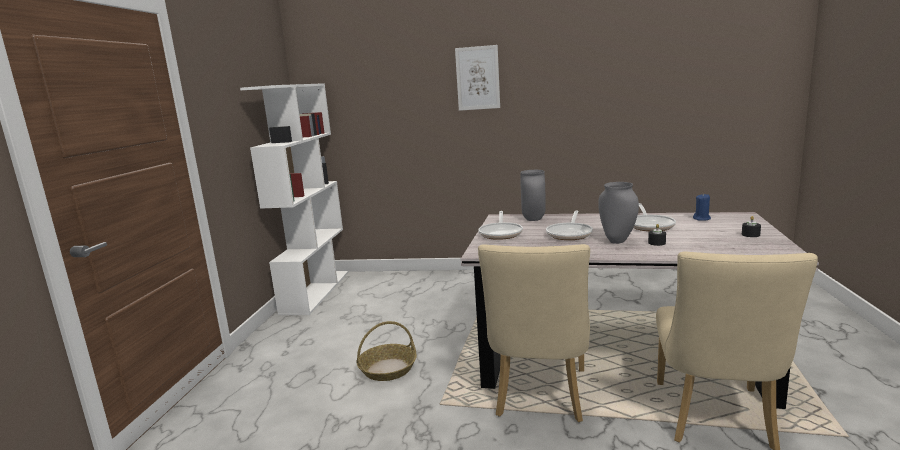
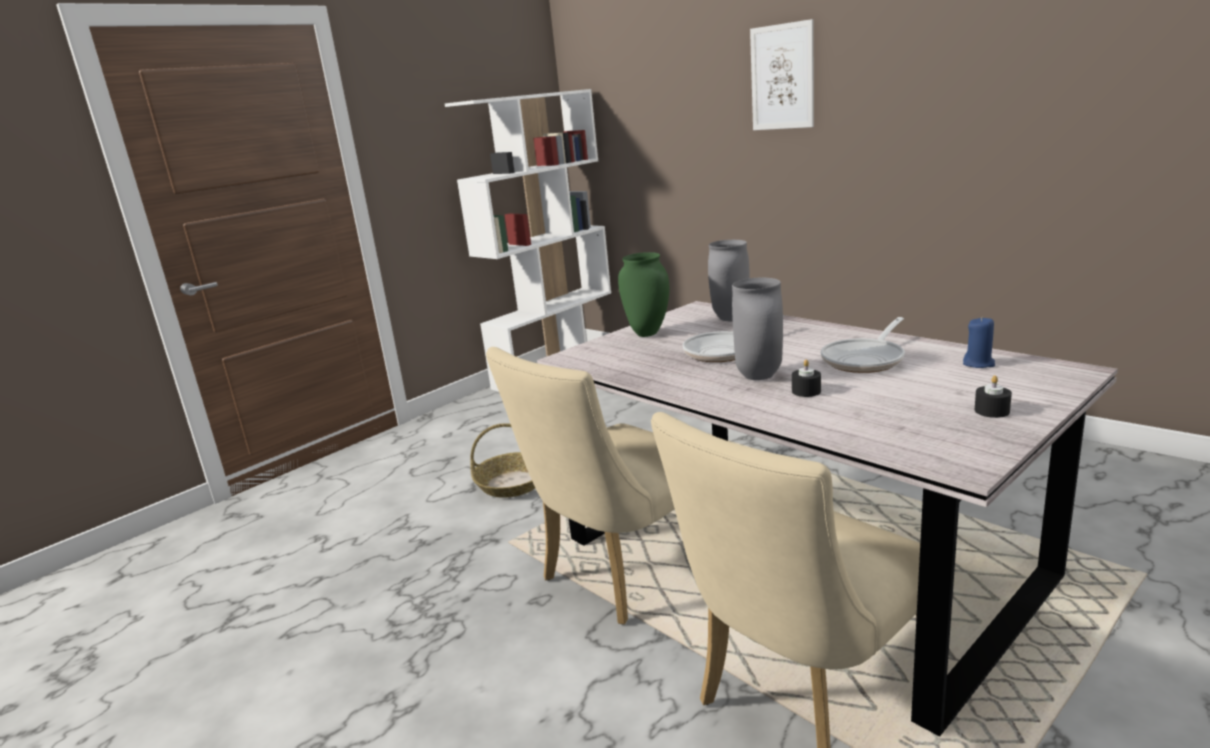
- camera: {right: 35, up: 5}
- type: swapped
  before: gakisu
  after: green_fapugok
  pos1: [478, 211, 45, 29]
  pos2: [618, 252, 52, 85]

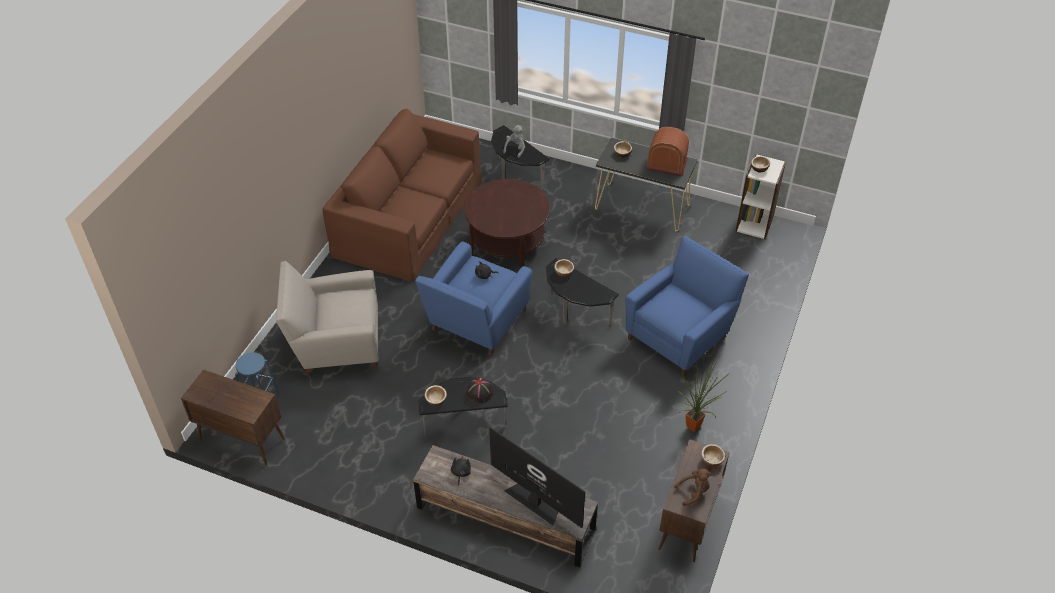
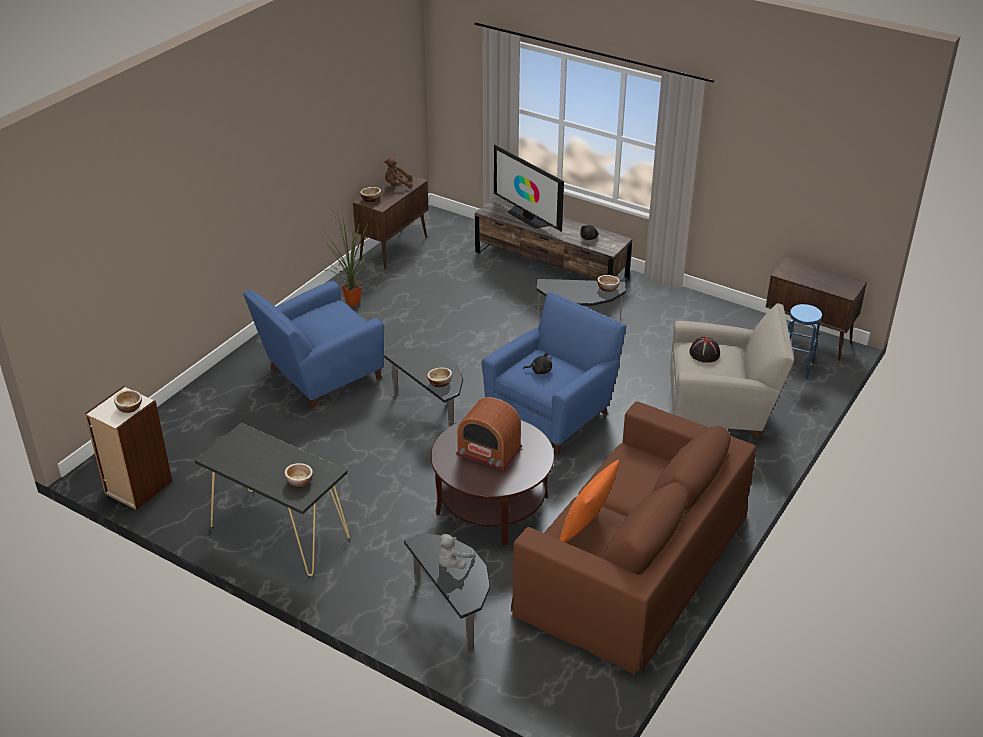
- camera: {right: -170, up: -10}
- type: shifted
  before: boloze
  pos1: [646, 127, 43, 49]
  pos2: [456, 397, 66, 74]
- type: shifted
  before: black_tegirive
  pos1: [466, 378, 28, 25]
  pos2: [690, 337, 30, 26]
- type: new
  after: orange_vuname
  pos2: [560, 460, 59, 82]

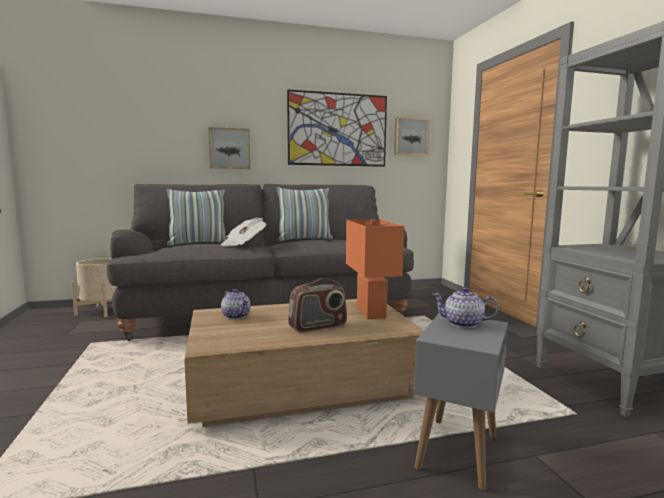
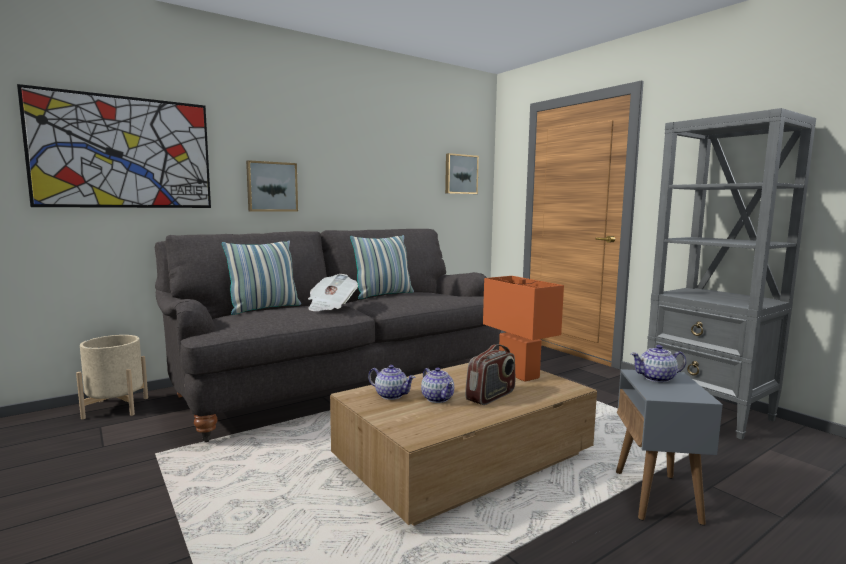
- camera: {right: -20, up: 0}
- type: shifted
  before: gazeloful
  pos1: [287, 89, 100, 78]
  pos2: [17, 84, 194, 124]
- type: new
  after: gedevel
  pos2: [421, 368, 33, 35]

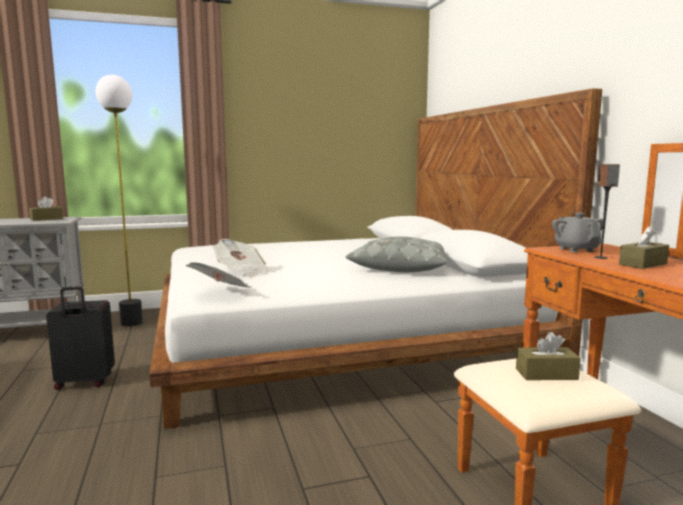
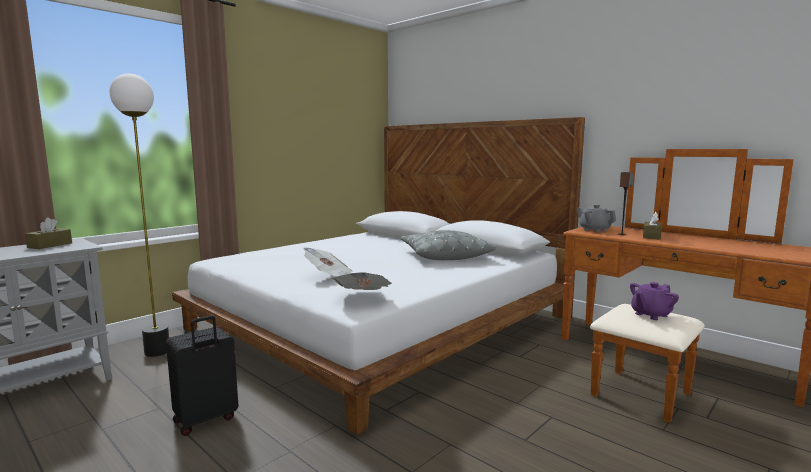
- camera: {right: -30, up: 0}
- type: swapped
  before: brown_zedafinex
  after: purple_gedevel
  pos1: [516, 332, 65, 48]
  pos2: [630, 282, 49, 38]

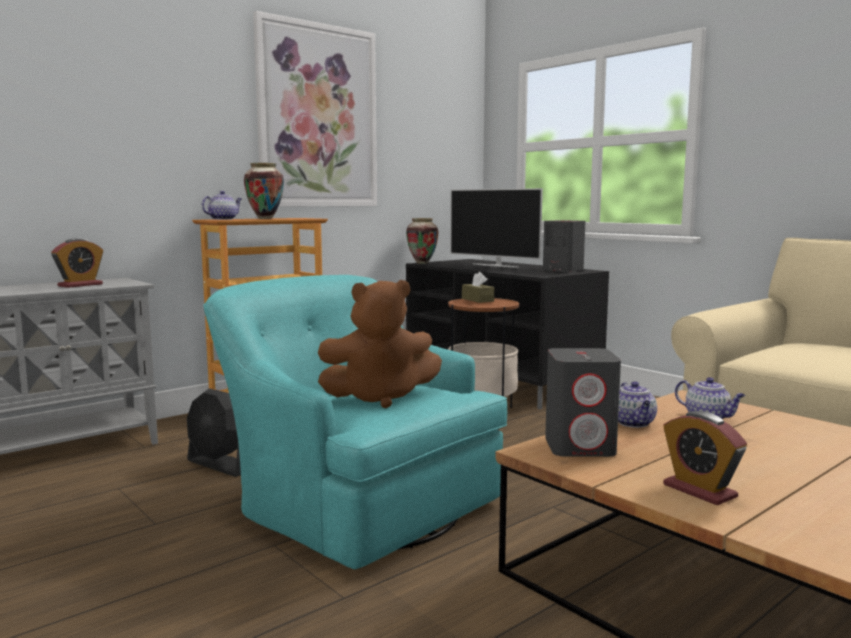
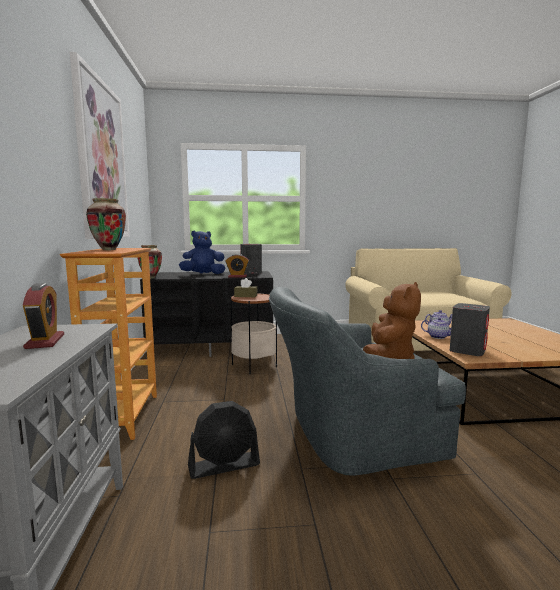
- camera: {right: -55, up: 0}
- type: swapped
  before: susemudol
  after: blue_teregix
  pos1: [450, 188, 93, 80]
  pos2: [179, 230, 47, 44]
- type: gone
  before: gedevel
  pos1: [202, 191, 40, 29]
- type: repainted
  before: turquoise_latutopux
  after: grey_latutopux
  pos1: [203, 275, 304, 295]
  pos2: [269, 287, 197, 189]
- type: shifted
  before: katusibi
  pos1: [663, 411, 84, 94]
  pos2: [225, 254, 24, 23]

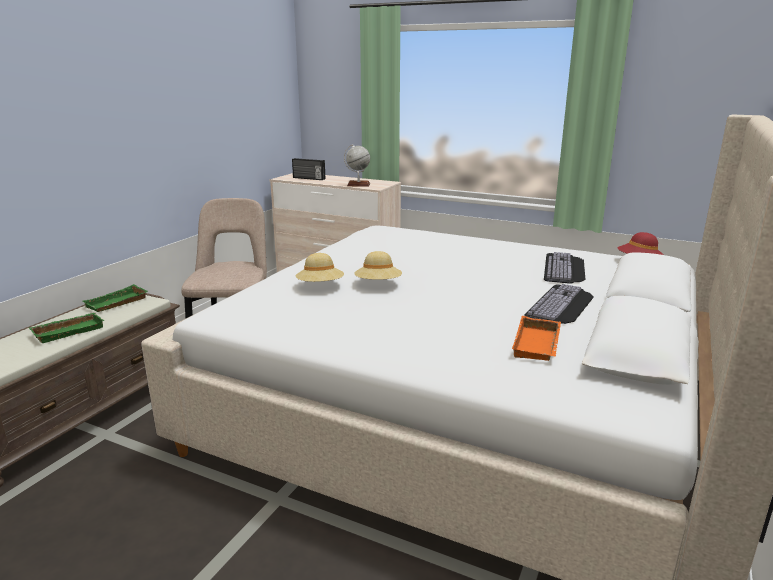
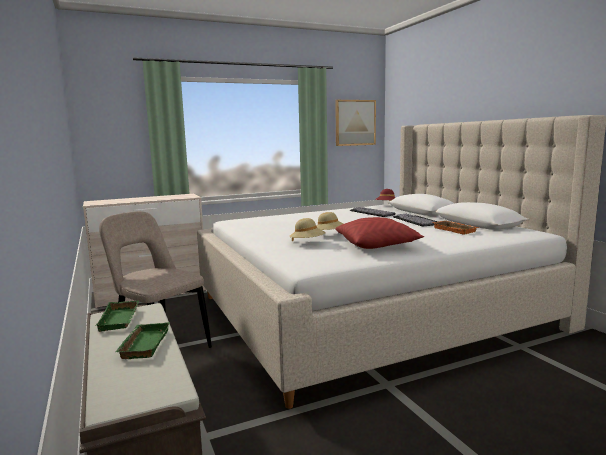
- camera: {right: -50, up: -10}
- type: gone
  before: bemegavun
  pos1: [344, 144, 26, 42]
- type: gone
  before: boloze
  pos1: [292, 158, 33, 22]
- type: new
  after: gazeloful
  pos2: [335, 100, 41, 46]
- type: new
  after: red_vuname
  pos2: [335, 217, 89, 32]

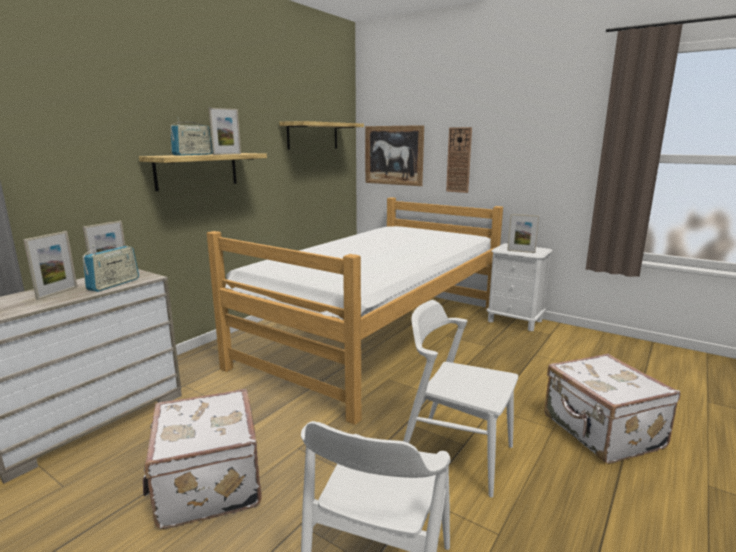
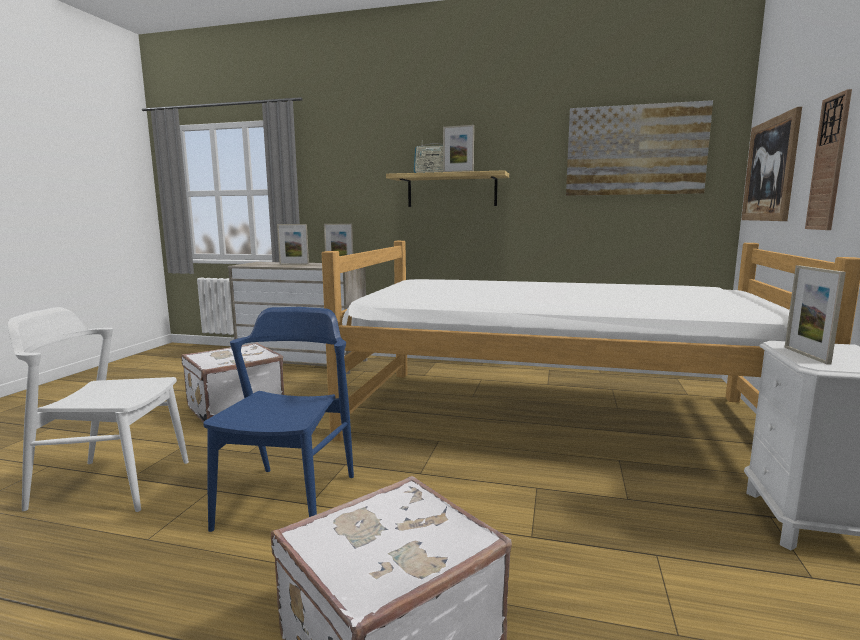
- camera: {right: 70, up: -5}
- type: swapped
  before: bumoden
  after: gazeloful
  pos1: [279, 121, 85, 29]
  pos2: [566, 100, 147, 96]
- type: gone
  before: boloze
  pos1: [83, 245, 56, 47]
- type: repainted
  before: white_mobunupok
  after: blue_mobunupok
  pos1: [404, 300, 114, 198]
  pos2: [203, 307, 151, 225]

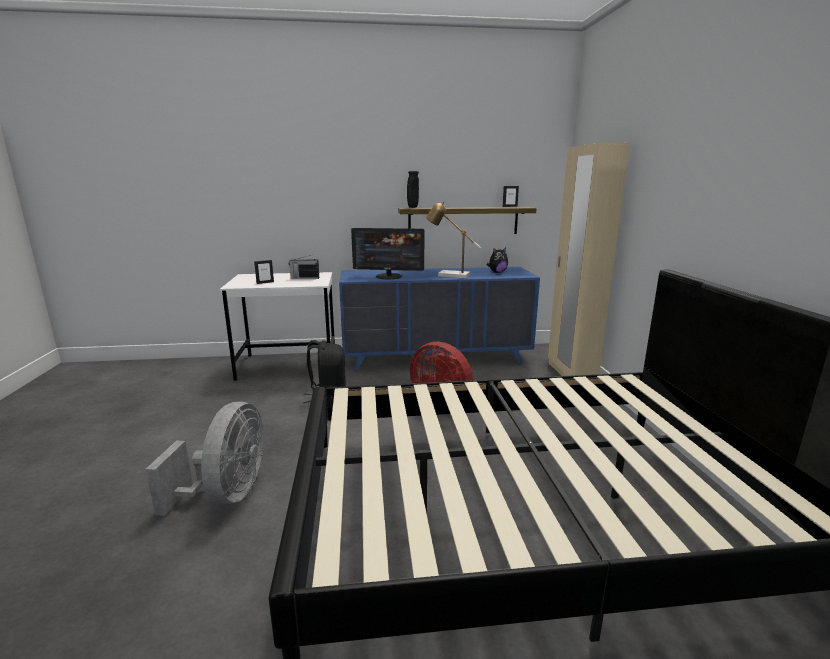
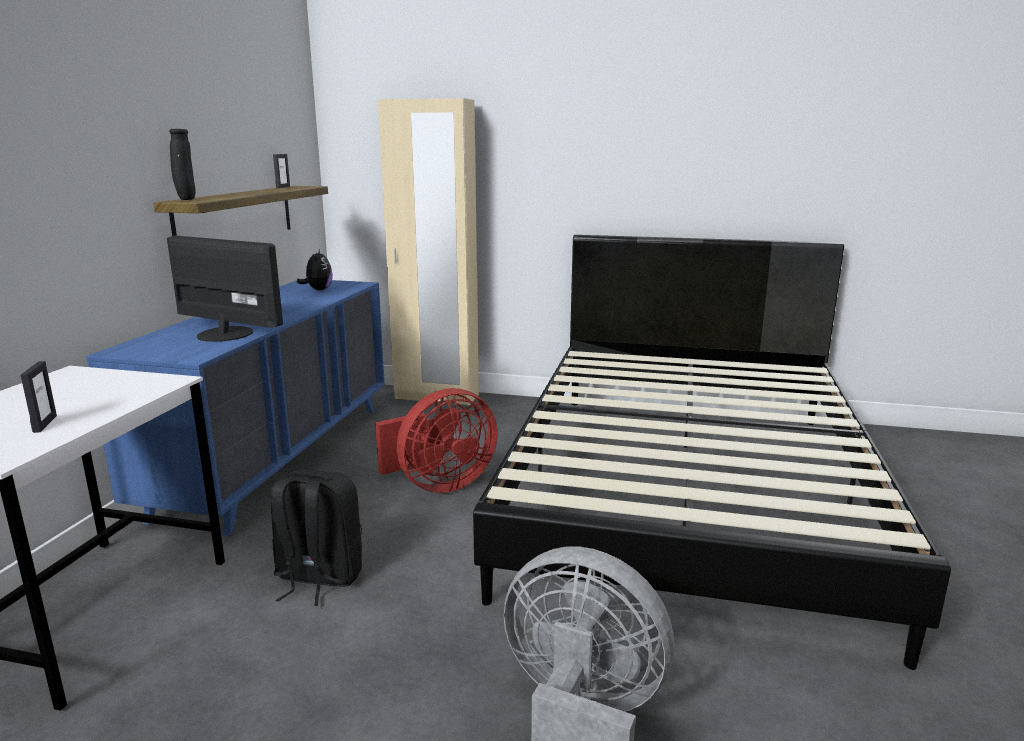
- camera: {right: -70, up: 0}
- type: gone
  before: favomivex
  pos1: [426, 201, 55, 77]
- type: rotated
  before: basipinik
  pos1: [351, 228, 73, 51]
  pos2: [167, 236, 116, 106]
  turn: -90
- type: gone
  before: boloze
  pos1: [289, 255, 30, 24]

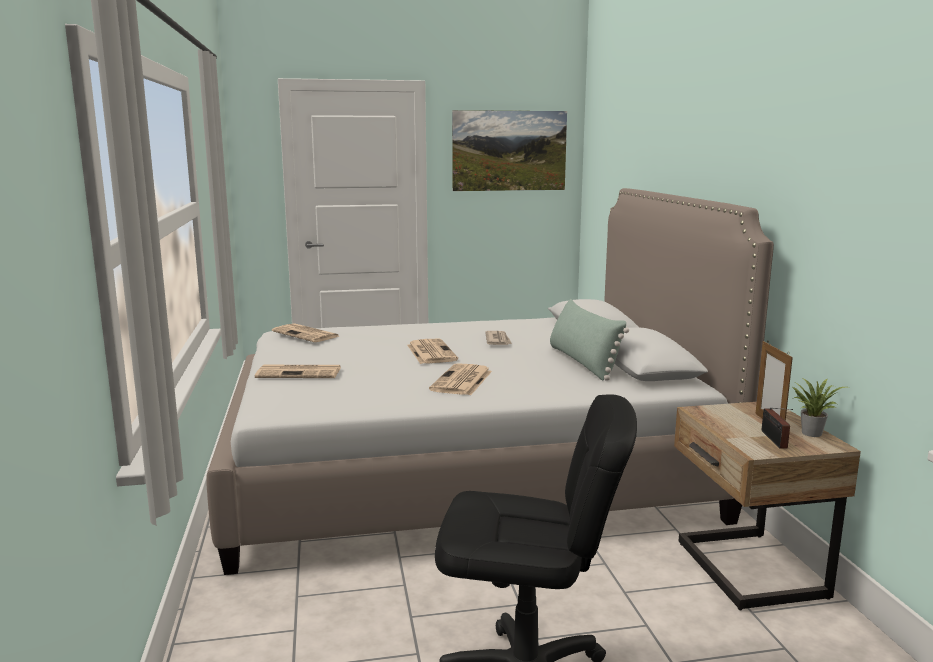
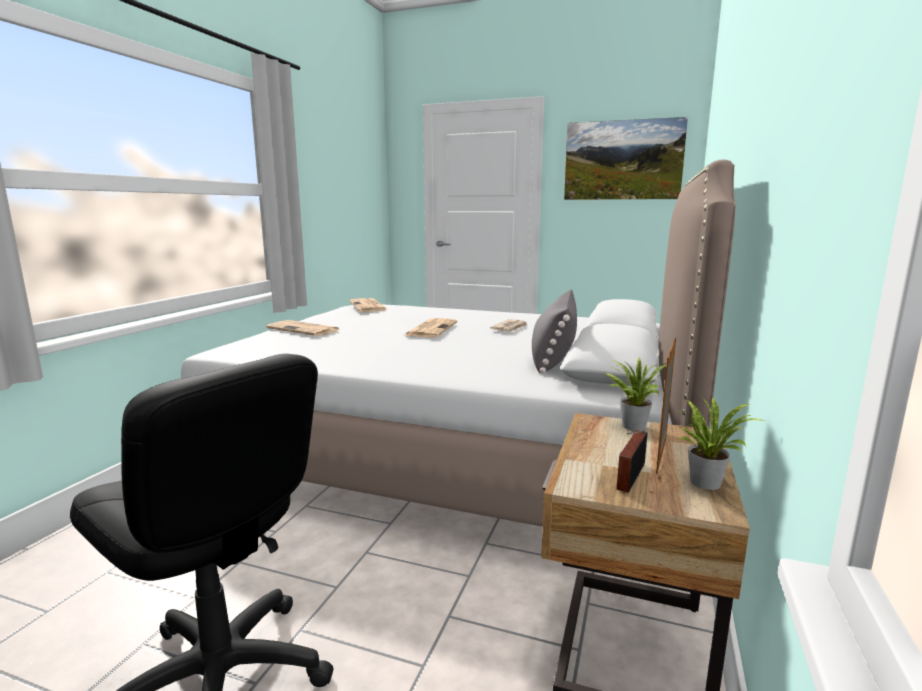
- camera: {right: 30, up: 0}
- type: repainted
  before: green_vuname
  after: grey_vuname
  pos1: [550, 299, 79, 82]
  pos2: [532, 289, 45, 85]
- type: gone
  before: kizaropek
  pos1: [429, 363, 63, 32]
- type: new
  after: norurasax
  pos2: [605, 358, 62, 73]

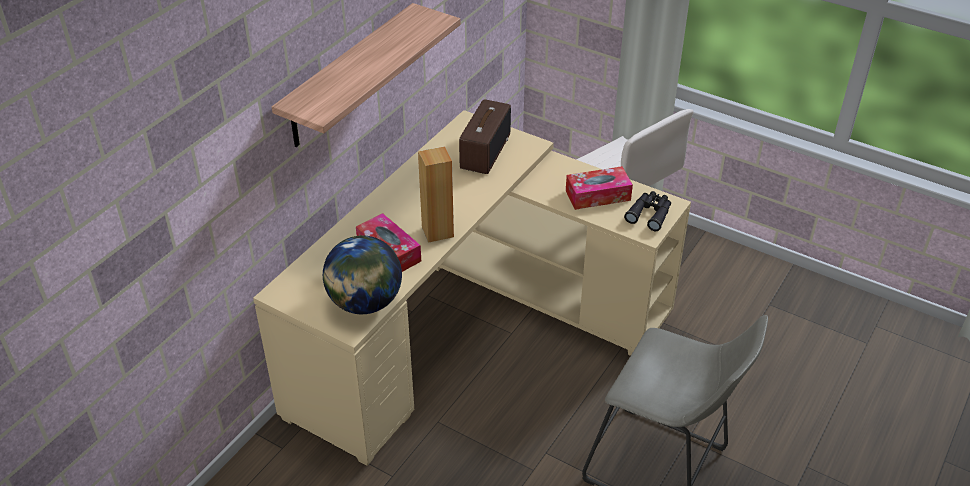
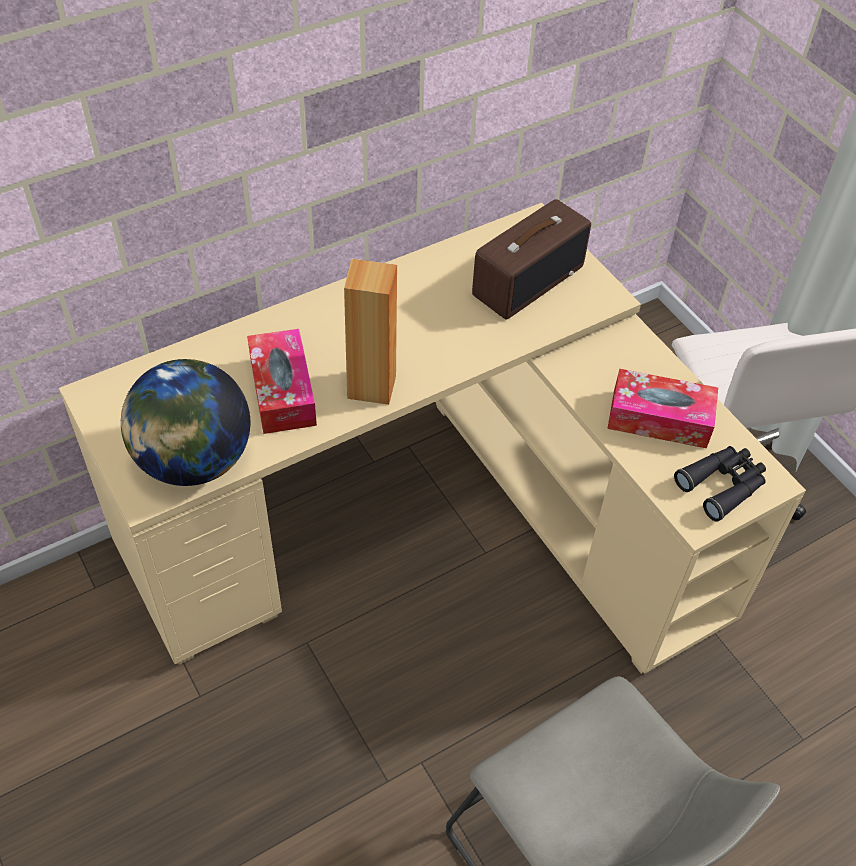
- camera: {right: 25, up: 10}
- type: gone
  before: bumoden
  pos1: [272, 3, 189, 144]

